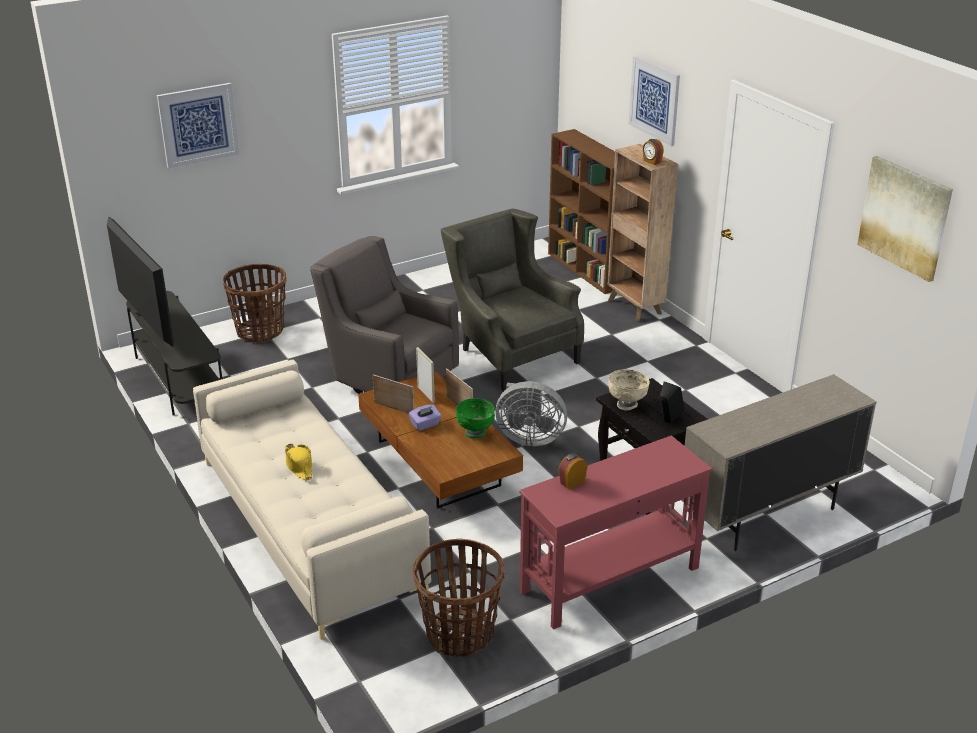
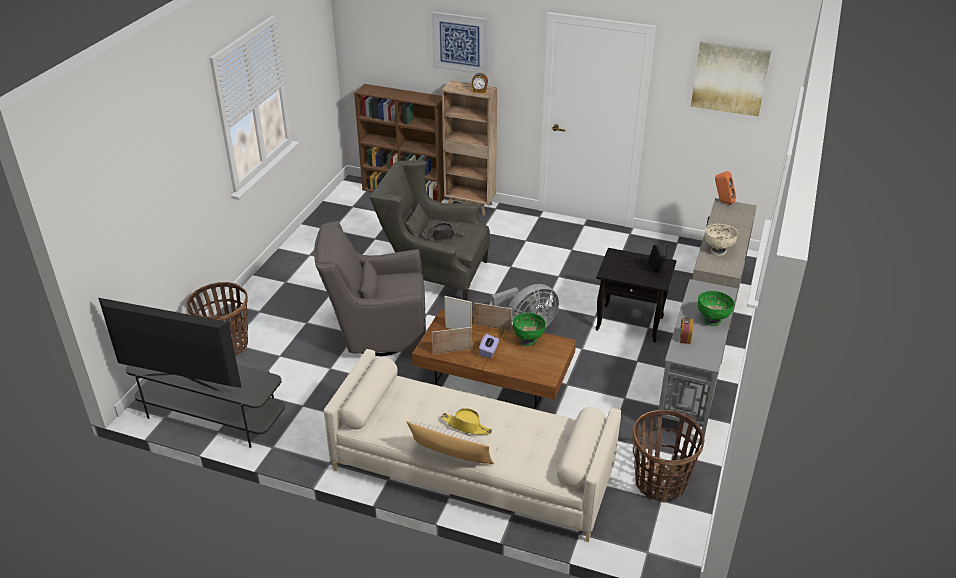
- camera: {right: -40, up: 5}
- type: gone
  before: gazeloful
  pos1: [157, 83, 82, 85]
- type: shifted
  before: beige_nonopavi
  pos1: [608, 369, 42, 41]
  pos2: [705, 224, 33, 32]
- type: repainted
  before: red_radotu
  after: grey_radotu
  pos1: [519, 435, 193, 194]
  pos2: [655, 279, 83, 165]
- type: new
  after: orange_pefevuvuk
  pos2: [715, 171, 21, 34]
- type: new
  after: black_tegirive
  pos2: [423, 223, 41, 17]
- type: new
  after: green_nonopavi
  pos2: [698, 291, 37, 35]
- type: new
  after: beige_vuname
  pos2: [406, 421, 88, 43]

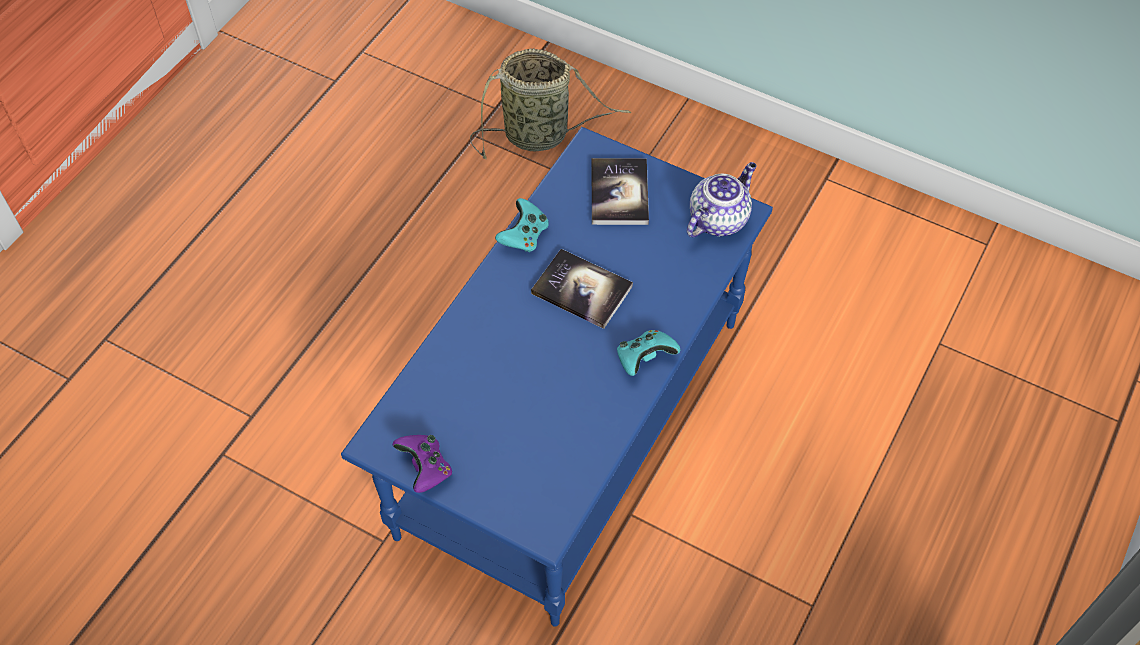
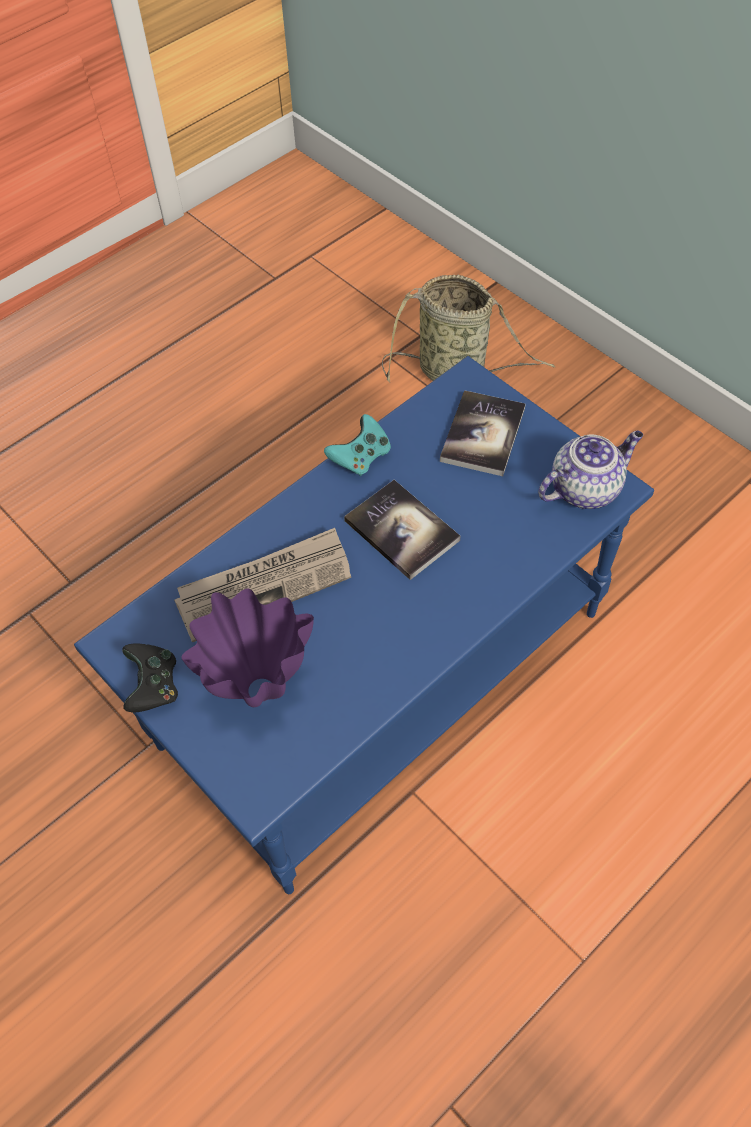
- camera: {right: 20, up: 0}
- type: gone
  before: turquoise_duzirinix
  pos1: [617, 330, 63, 46]
- type: repainted
  before: purple_duzirinix
  after: black_duzirinix
  pos1: [393, 435, 59, 58]
  pos2: [122, 643, 56, 70]
- type: new
  after: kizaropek
  pos2: [174, 528, 177, 114]
- type: new
  after: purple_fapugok
  pos2: [181, 589, 133, 118]

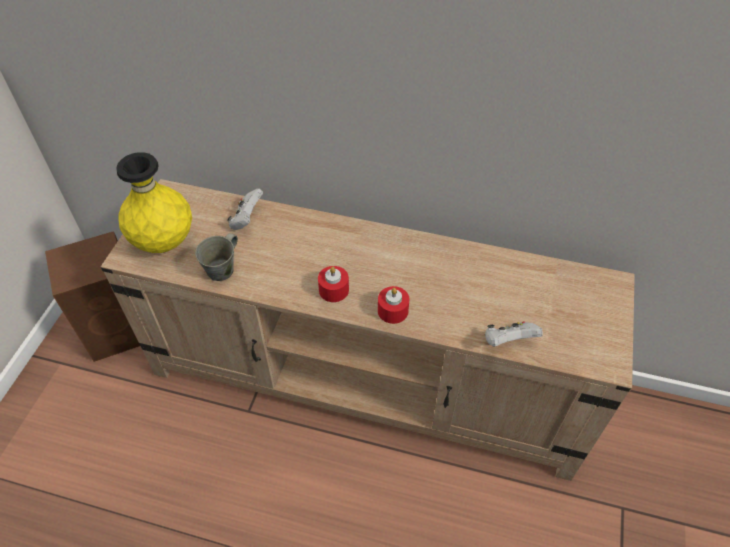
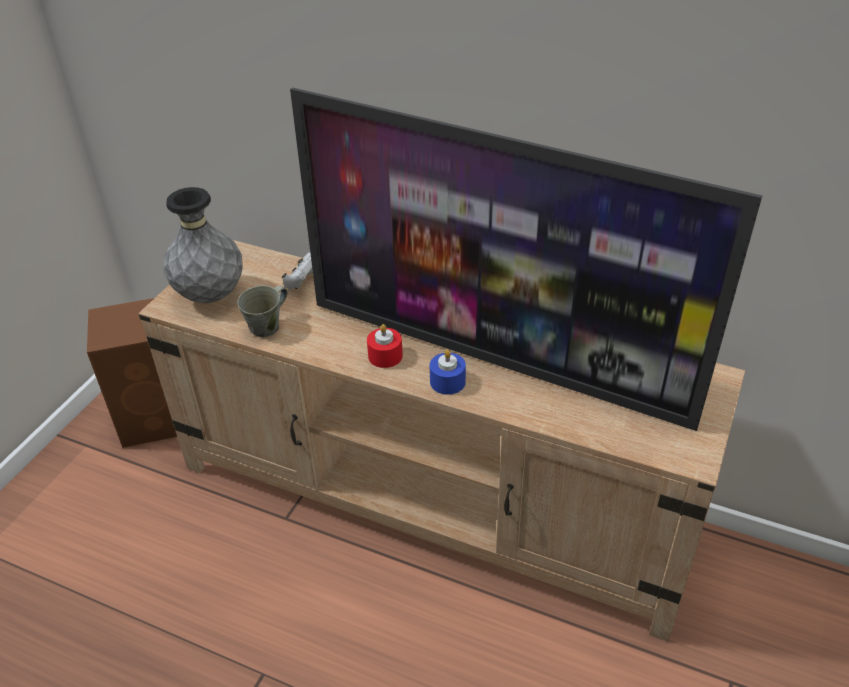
- camera: {right: 10, up: -10}
- type: repainted
  before: yellow_fapugok
  after: grey_fapugok
  pos1: [116, 152, 76, 101]
  pos2: [163, 187, 80, 116]
- type: repainted
  before: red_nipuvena
  after: blue_nipuvena
  pos1: [378, 286, 31, 38]
  pos2: [430, 350, 36, 45]
- type: gone
  before: white_duzirinix
  pos1: [485, 321, 58, 25]
- type: new
  after: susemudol
  pos2: [290, 87, 473, 344]

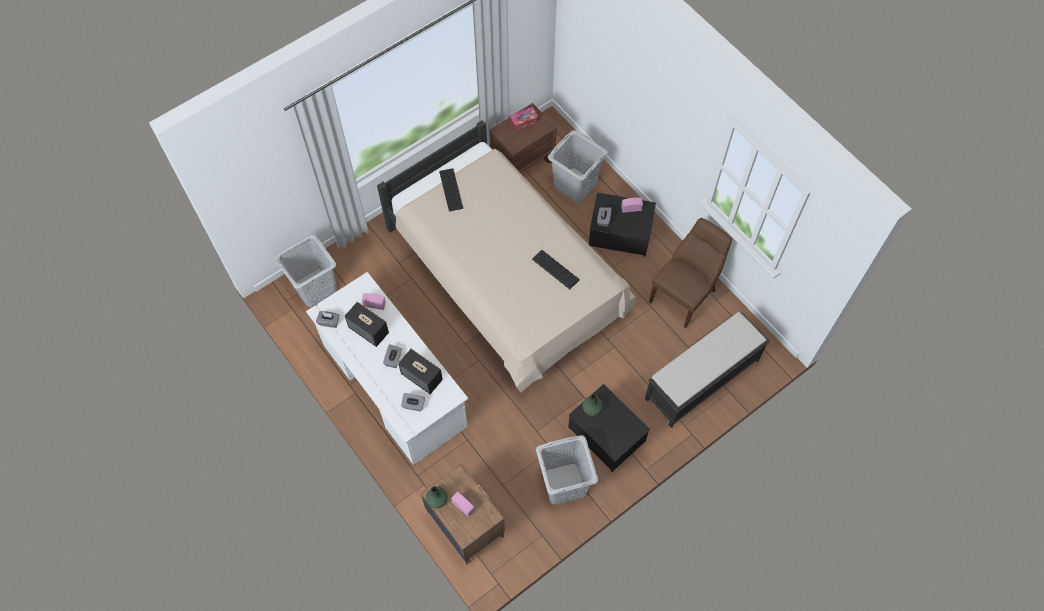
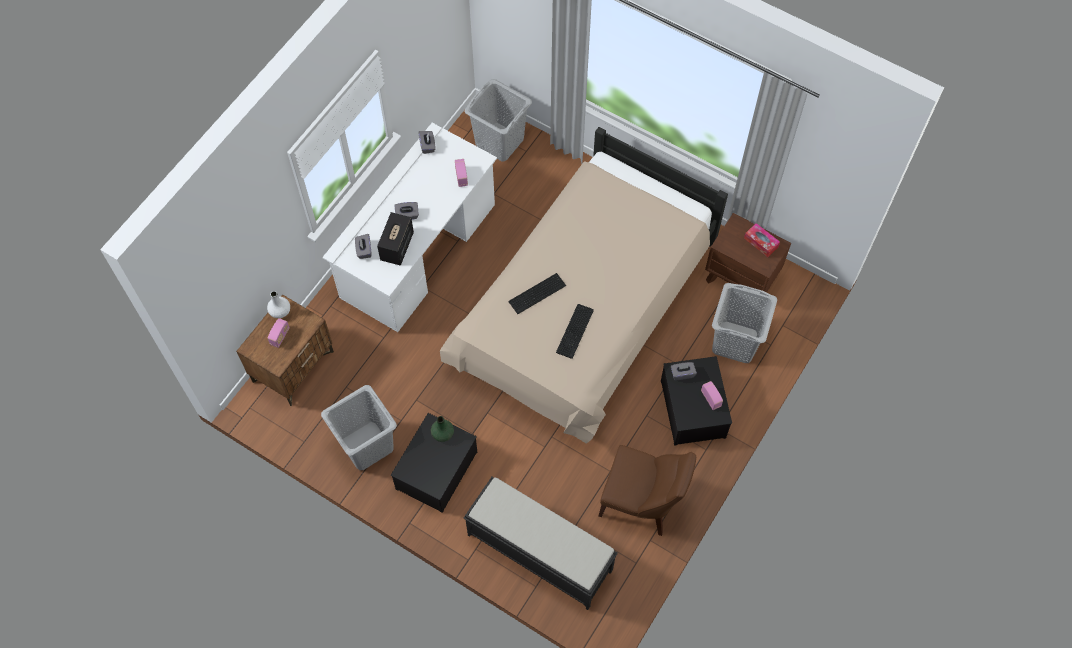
- camera: {right: 70, up: 0}
- type: shifted
  before: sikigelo
  pos1: [439, 168, 24, 44]
  pos2: [508, 273, 58, 41]
- type: gone
  before: pefevuvuk
  pos1: [345, 302, 44, 45]
- type: repainted
  before: green_fapugok
  after: white_fapugok
  pos1: [426, 486, 22, 23]
  pos2: [267, 291, 23, 27]

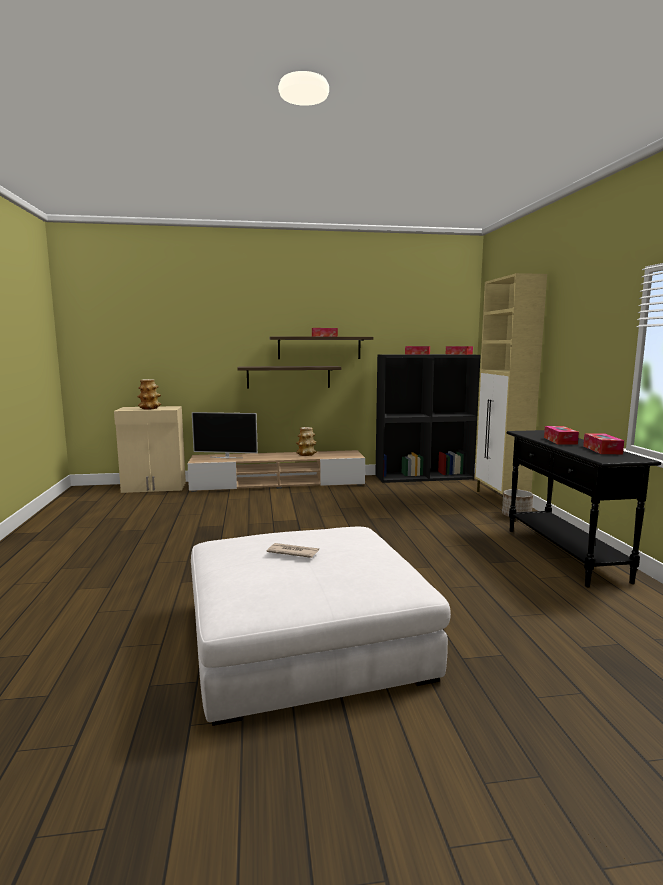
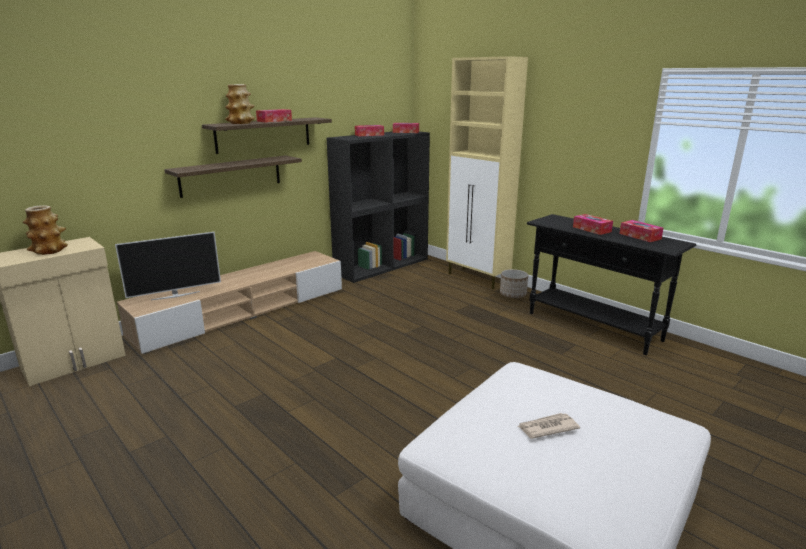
- camera: {right: -35, up: 10}
- type: shifted
  before: fapugok
  pos1: [296, 427, 21, 29]
  pos2: [225, 84, 30, 40]

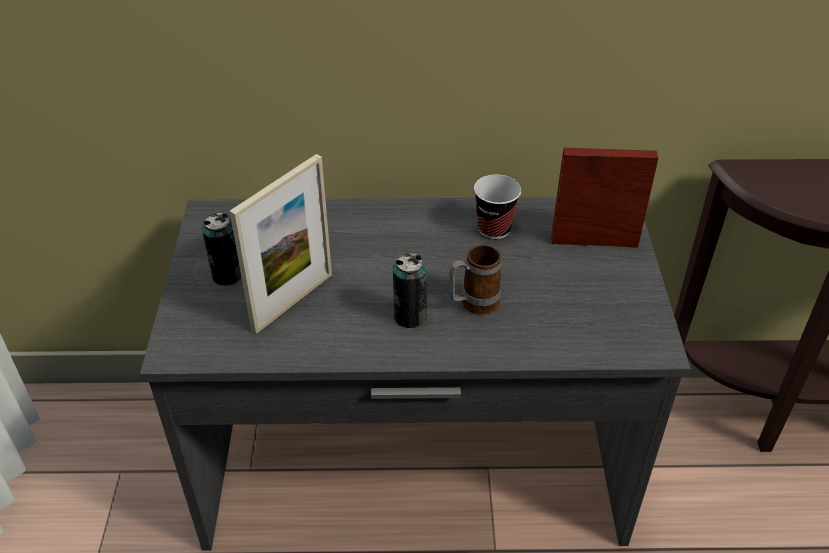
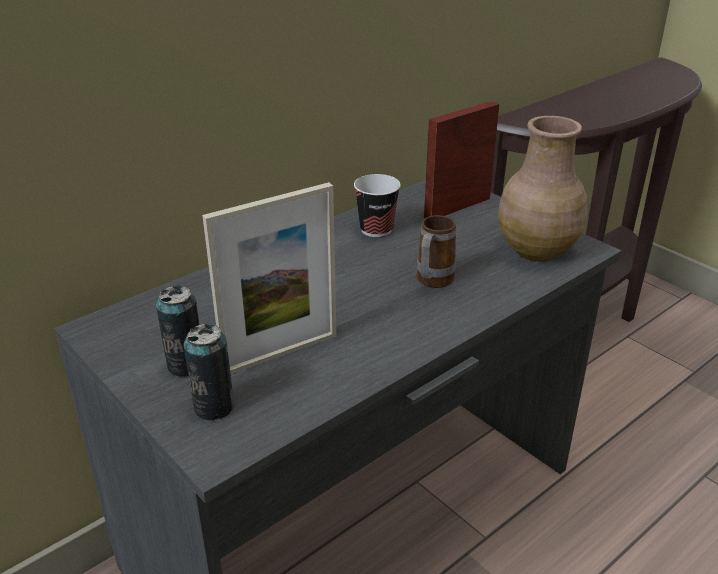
- camera: {right: -40, up: -10}
- type: rotated
  before: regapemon
  pos1: [230, 154, 102, 180]
  pos2: [202, 182, 134, 192]
  turn: 60
- type: shifted
  before: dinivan
  pos1: [393, 253, 35, 75]
  pos2: [184, 324, 51, 96]
- type: new
  after: brown_fapugok
  pos2: [498, 116, 89, 146]

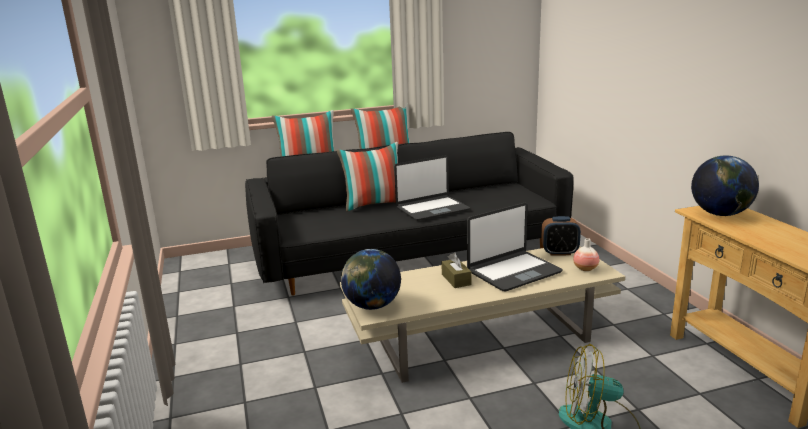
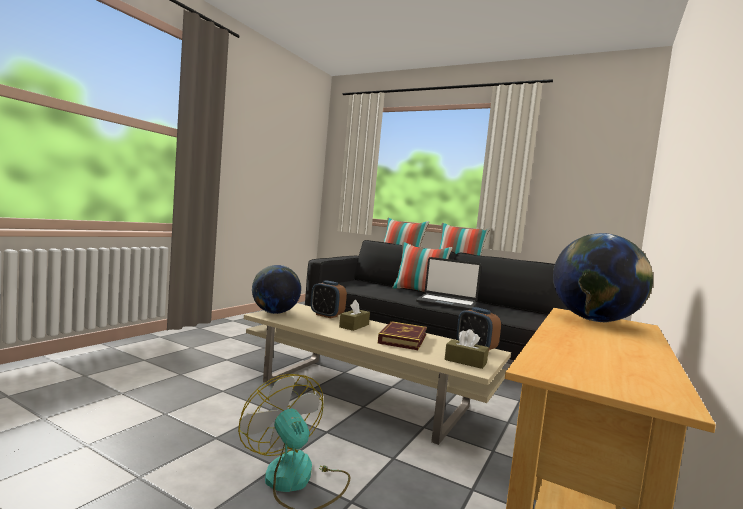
- camera: {right: 45, up: -15}
- type: swapped
  before: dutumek
  after: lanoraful
  pos1: [467, 203, 96, 88]
  pos2: [378, 321, 49, 29]
- type: swapped
  before: fapugok
  after: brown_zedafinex
  pos1: [573, 238, 26, 33]
  pos2: [445, 329, 44, 40]
- type: new
  after: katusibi
  pos2: [311, 281, 36, 37]

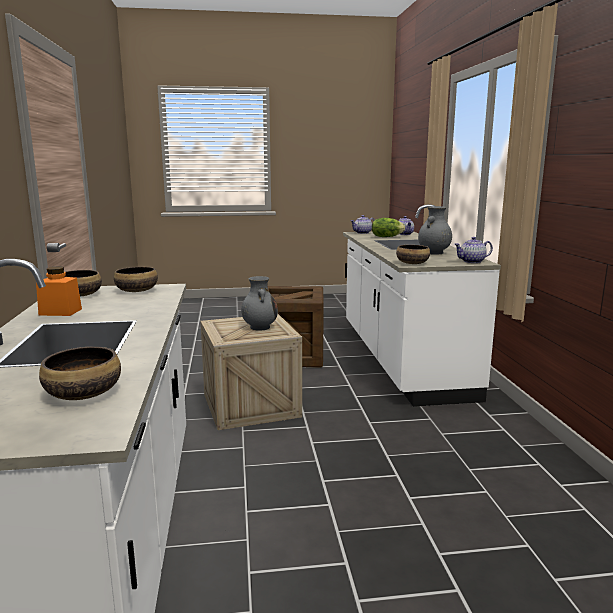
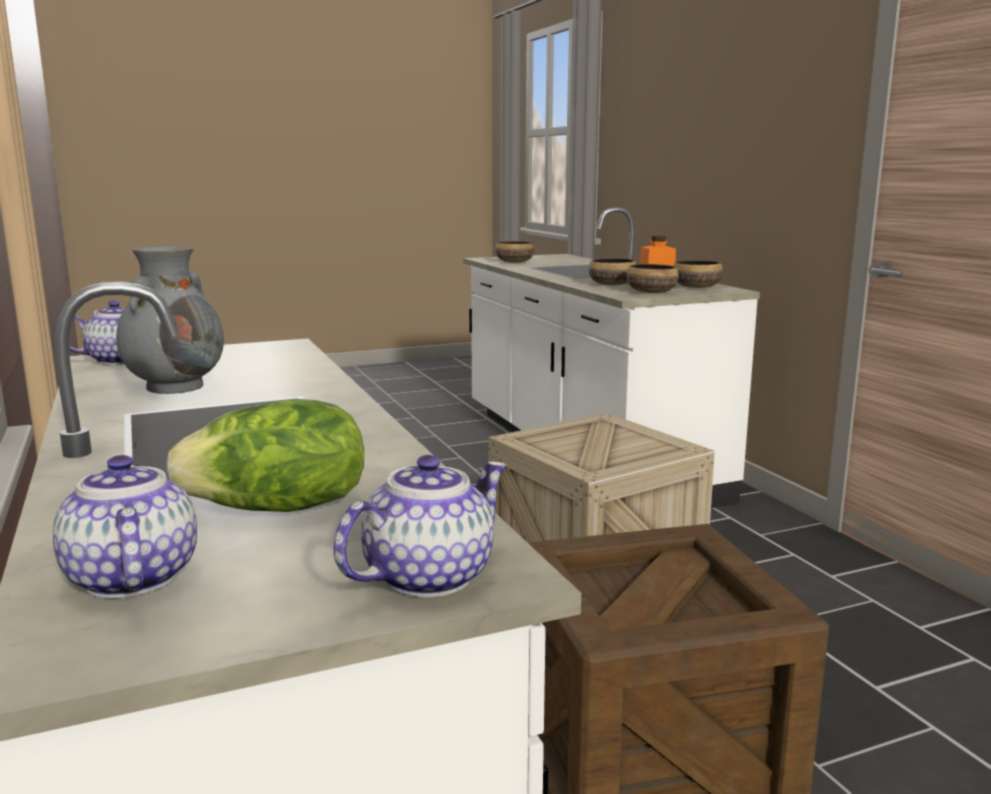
- camera: {right: 165, up: 0}
- type: shifted
  before: nonopavi
  pos1: [396, 245, 34, 19]
  pos2: [589, 258, 47, 27]
- type: gone
  before: grey_fapugok
  pos1: [241, 276, 37, 55]

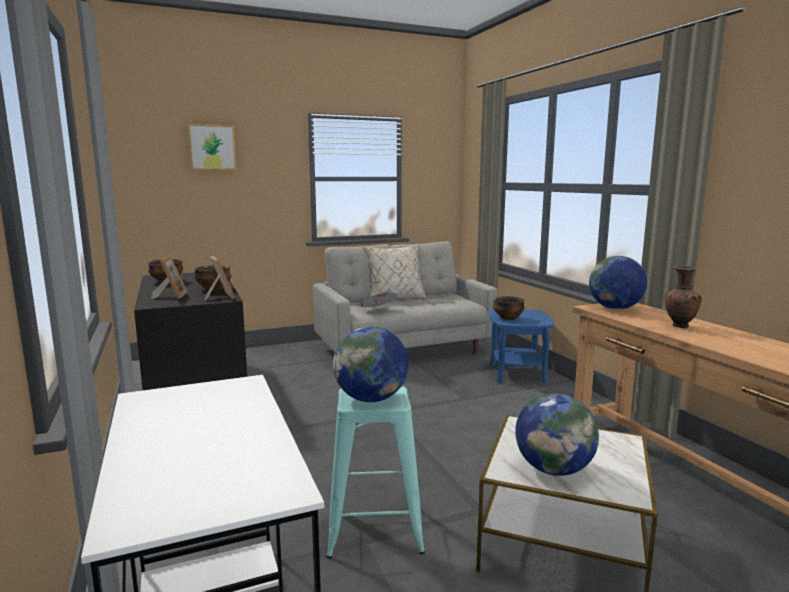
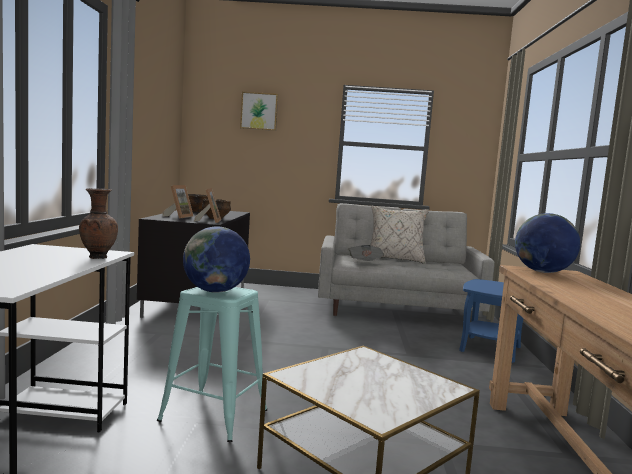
- camera: {right: 25, up: -5}
- type: shifted
  before: brown_fapugok
  pos1: [665, 266, 37, 62]
  pos2: [79, 188, 39, 71]
- type: gone
  before: nonopavi
  pos1: [493, 296, 32, 24]
- type: gone
  before: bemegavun
  pos1: [515, 393, 84, 83]

